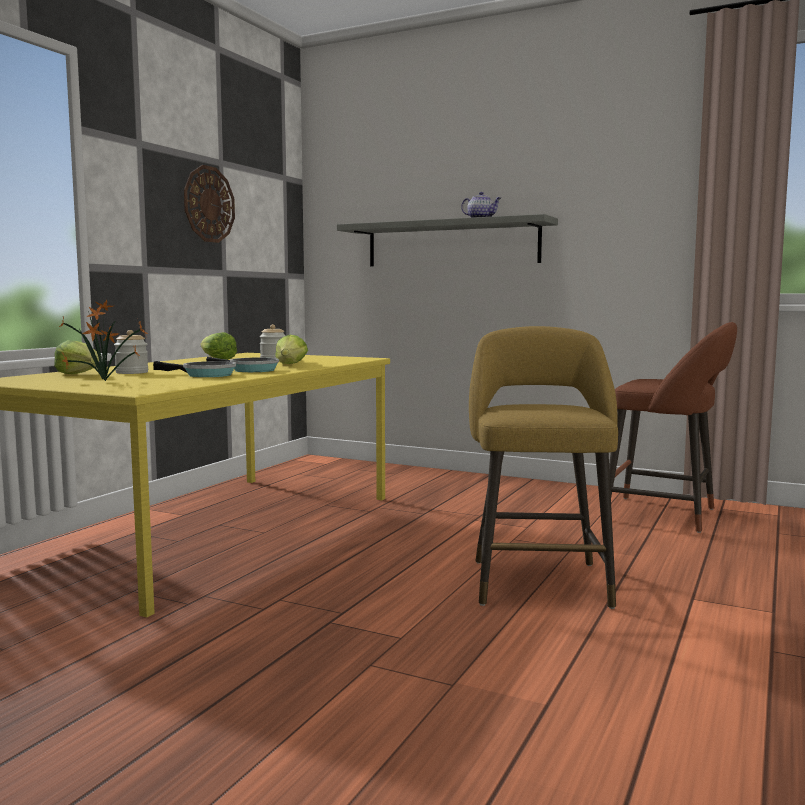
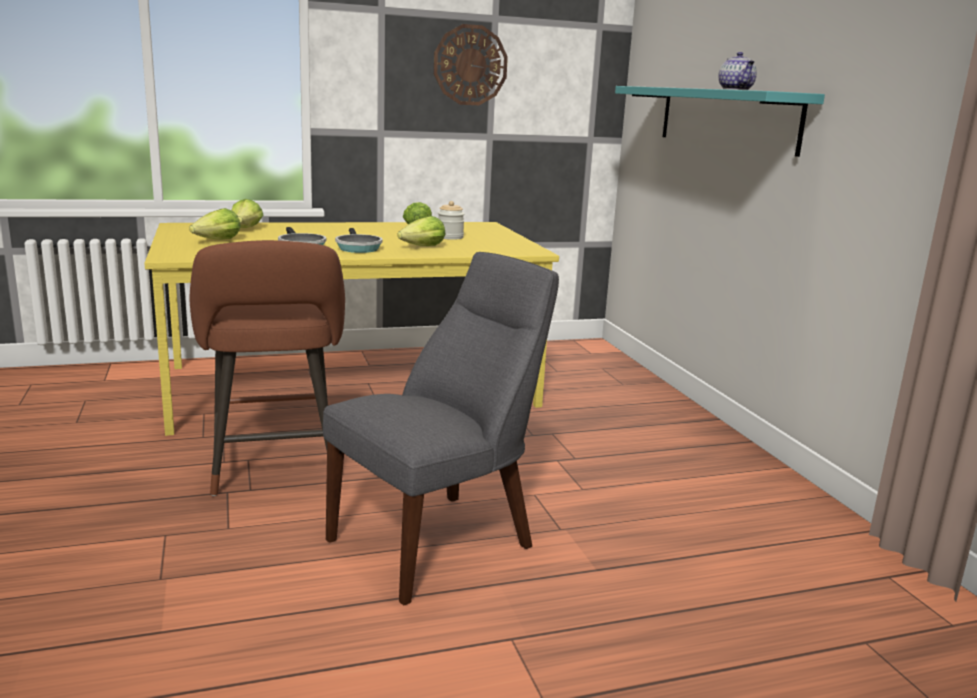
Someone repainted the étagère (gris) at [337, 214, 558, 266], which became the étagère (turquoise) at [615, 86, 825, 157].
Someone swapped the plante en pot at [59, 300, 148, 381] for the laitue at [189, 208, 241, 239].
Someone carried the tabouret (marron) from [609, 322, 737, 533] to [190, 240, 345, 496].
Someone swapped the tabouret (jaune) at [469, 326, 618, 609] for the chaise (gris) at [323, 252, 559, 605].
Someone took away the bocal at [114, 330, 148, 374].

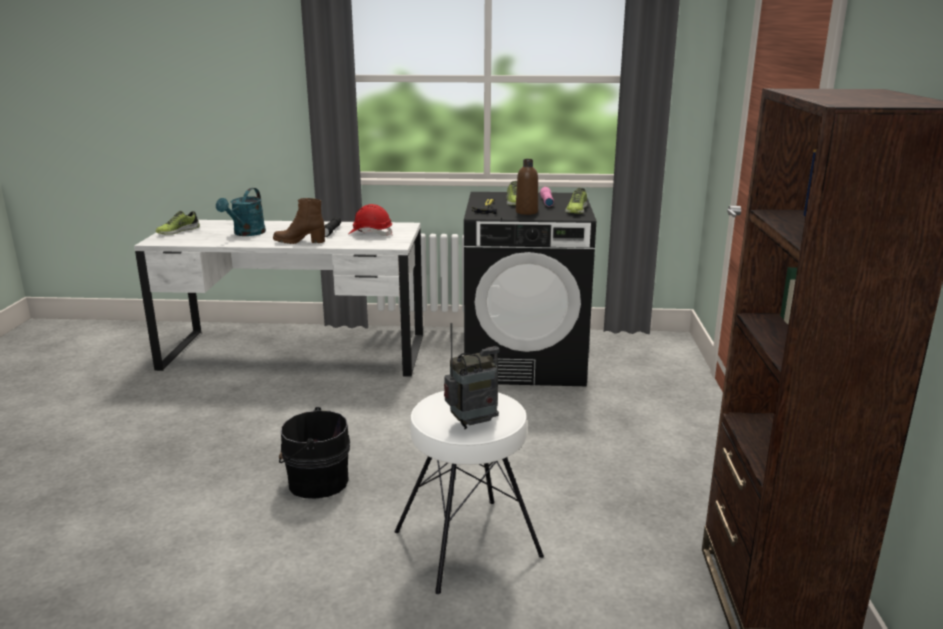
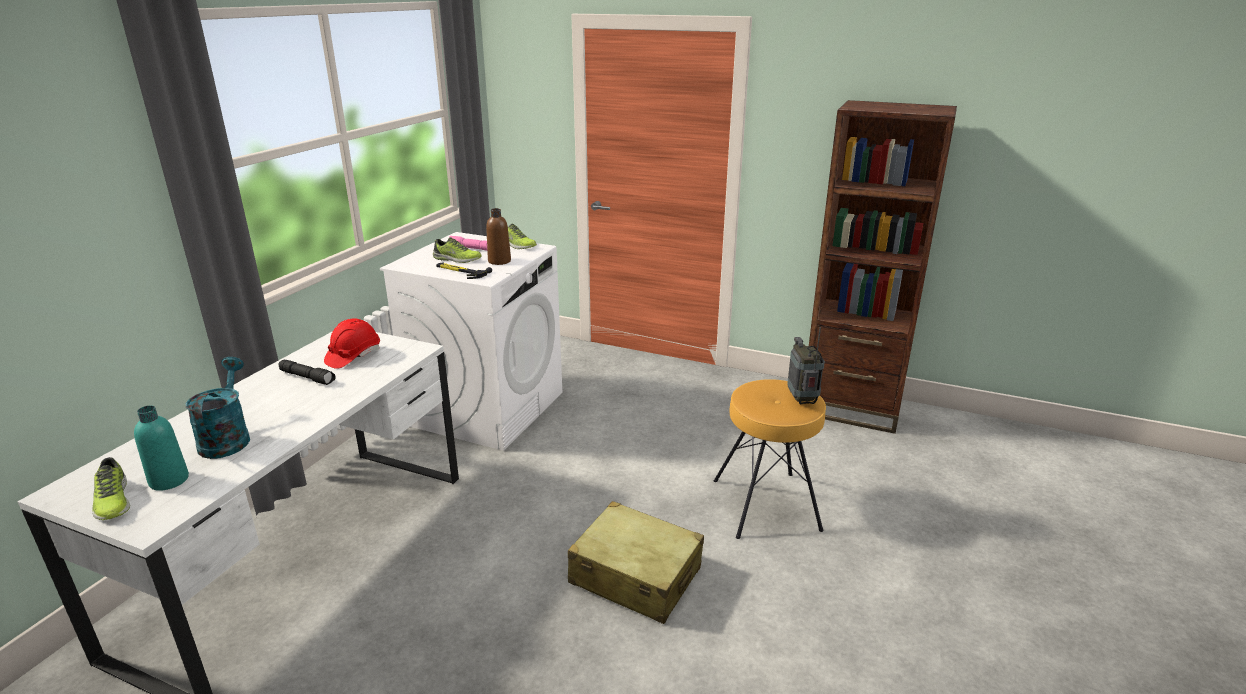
Someone rotated the arrosoir (turquoise) at [216, 188, 266, 236] by 135 degrees counterclockwise.
Someone repainted the lave-linge (noir) at [464, 192, 596, 386], which became the lave-linge (blanc) at [380, 232, 562, 451].
Someone took away the botte (marron) at [273, 198, 325, 244].
Someone repainted the tabouret (blanc) at [394, 391, 544, 594], which became the tabouret (marron) at [714, 379, 826, 539].
Someone swapped the seau (noir) at [279, 407, 350, 499] for the valise (beige) at [568, 501, 704, 624].
Someone put down the bouteille (turquoise) at [134, 405, 189, 491].

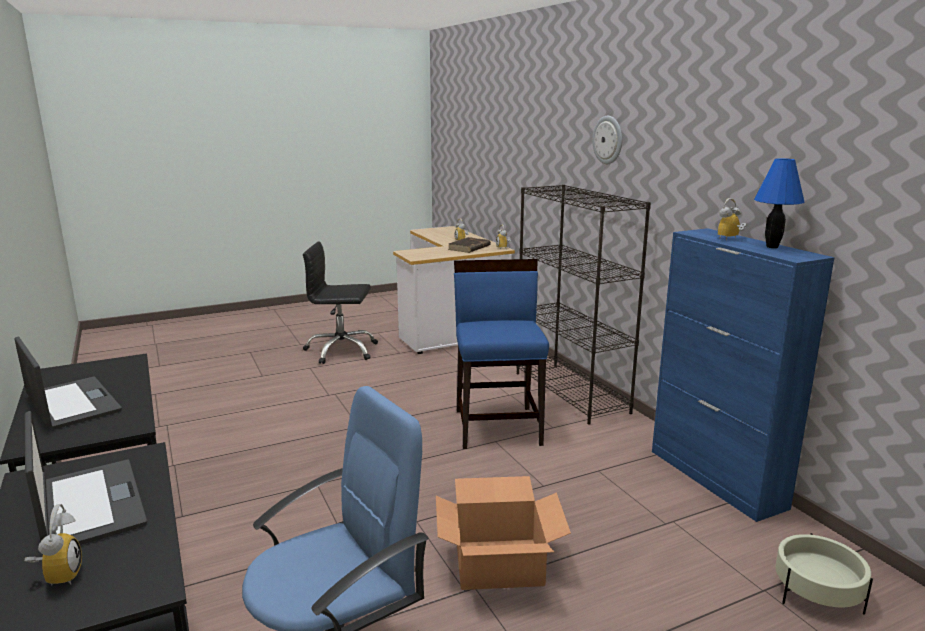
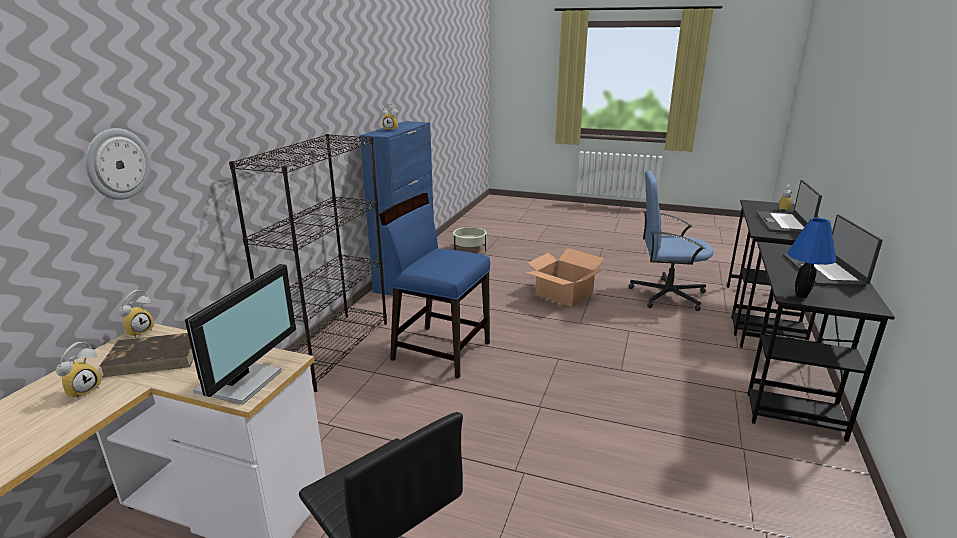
Someone carried the horloge murale from [592, 116, 622, 164] to [85, 128, 151, 200].
Someone carried the lampe de table (bleu) from [754, 158, 804, 248] to [787, 218, 836, 298].
Someone rotated the chaise (bleu) at [454, 259, 549, 449] by 75 degrees clockwise.
Someone put down the écran d'ordinateur at [185, 264, 296, 404].

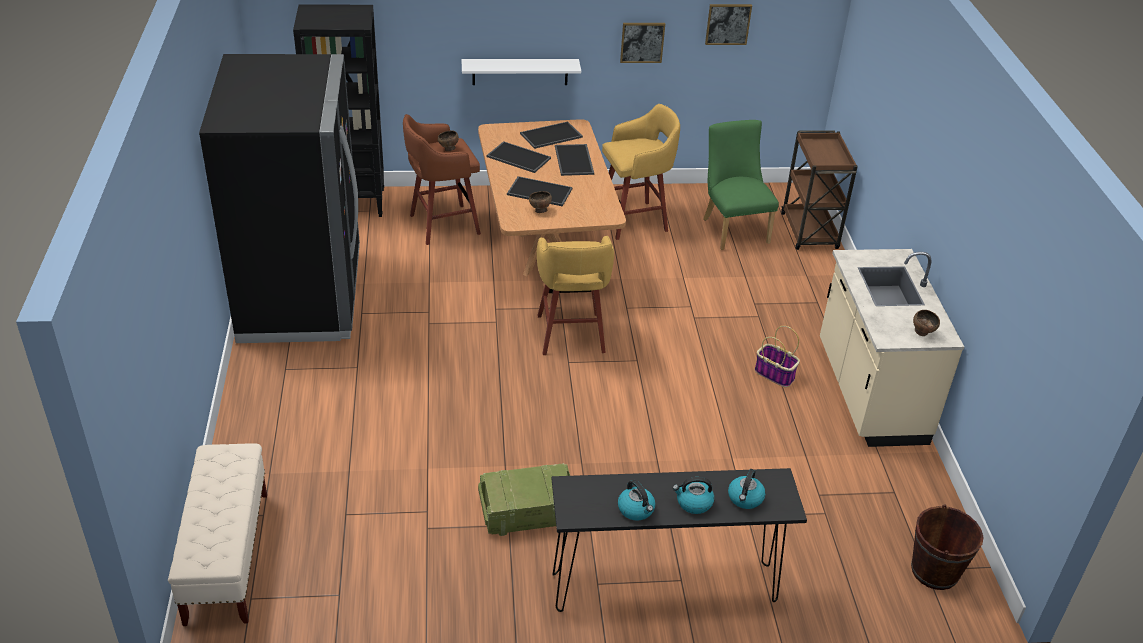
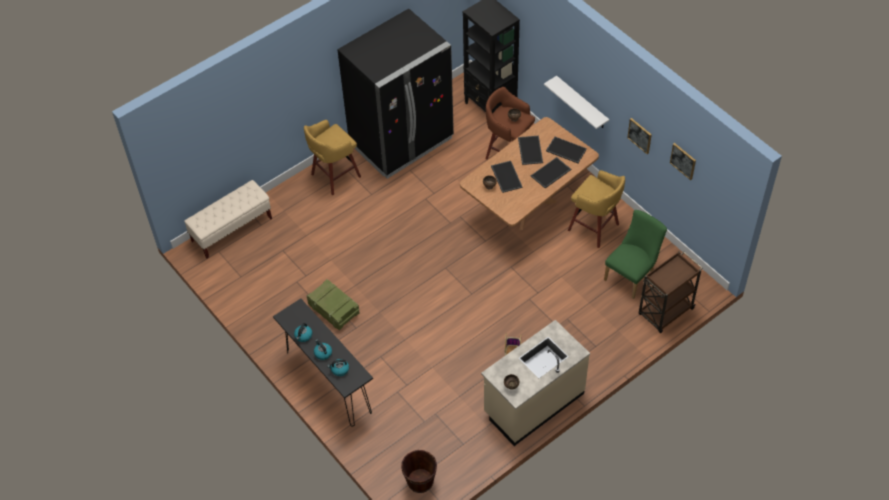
Someone carried the tabouret (jaune) from [537, 236, 614, 355] to [304, 120, 361, 195].

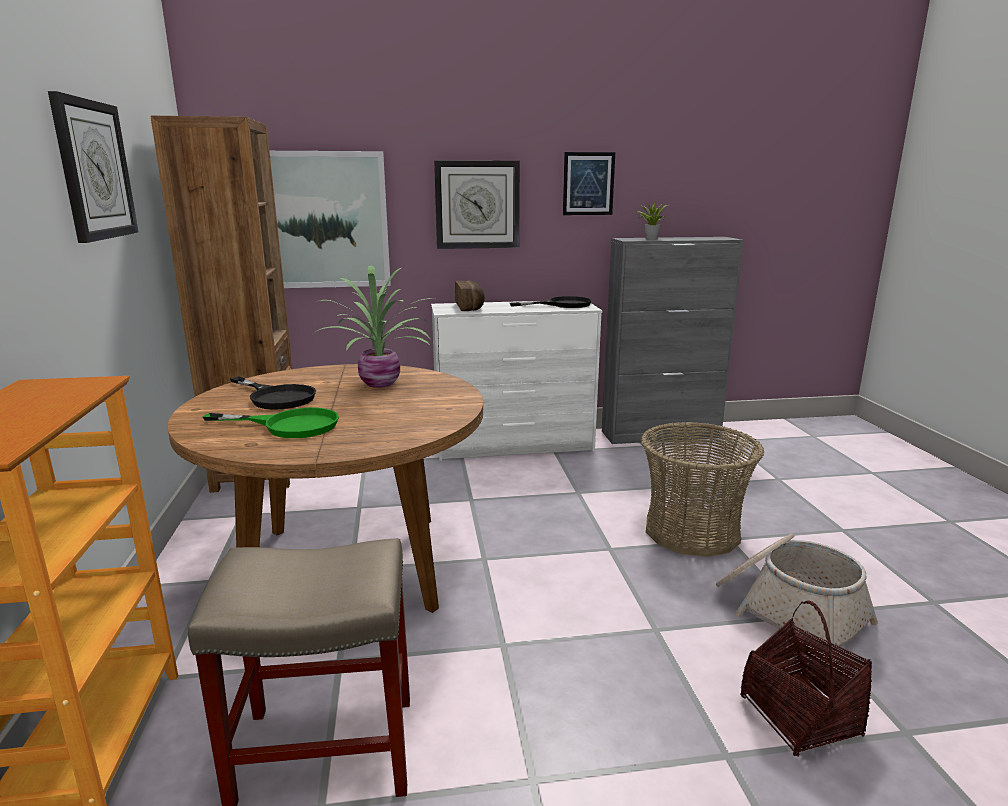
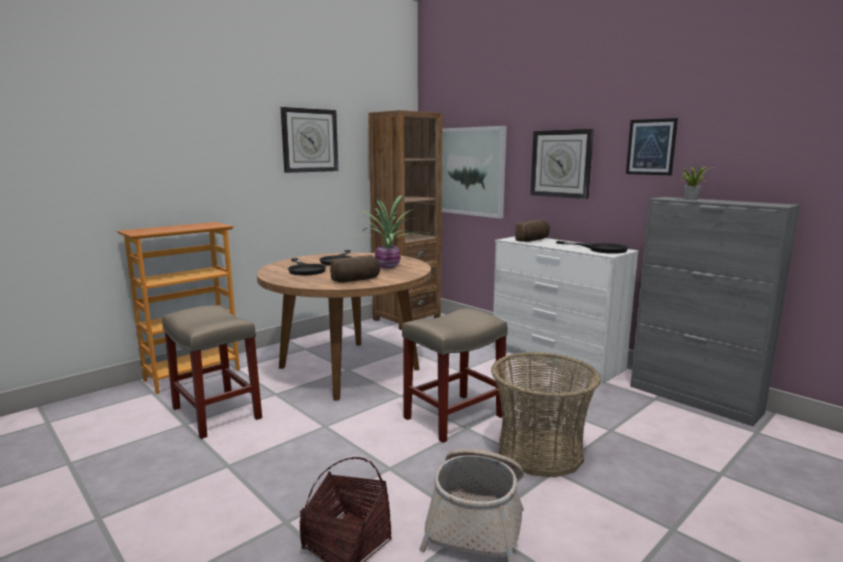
Someone repainted the poêle (vert) at [203, 408, 339, 438], which became the poêle (noir) at [288, 258, 326, 275].
Someone put down the pain at [330, 255, 380, 283].
Someone put down the tabouret (beige) at [402, 308, 508, 443].

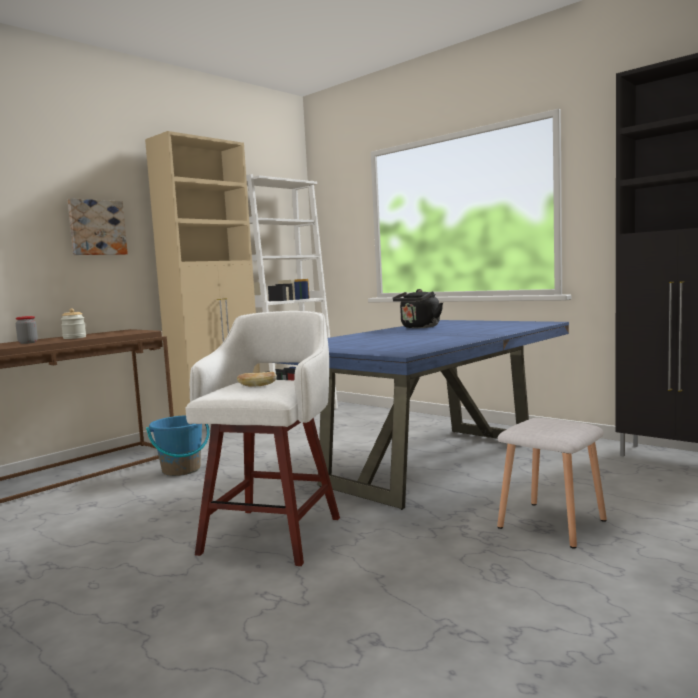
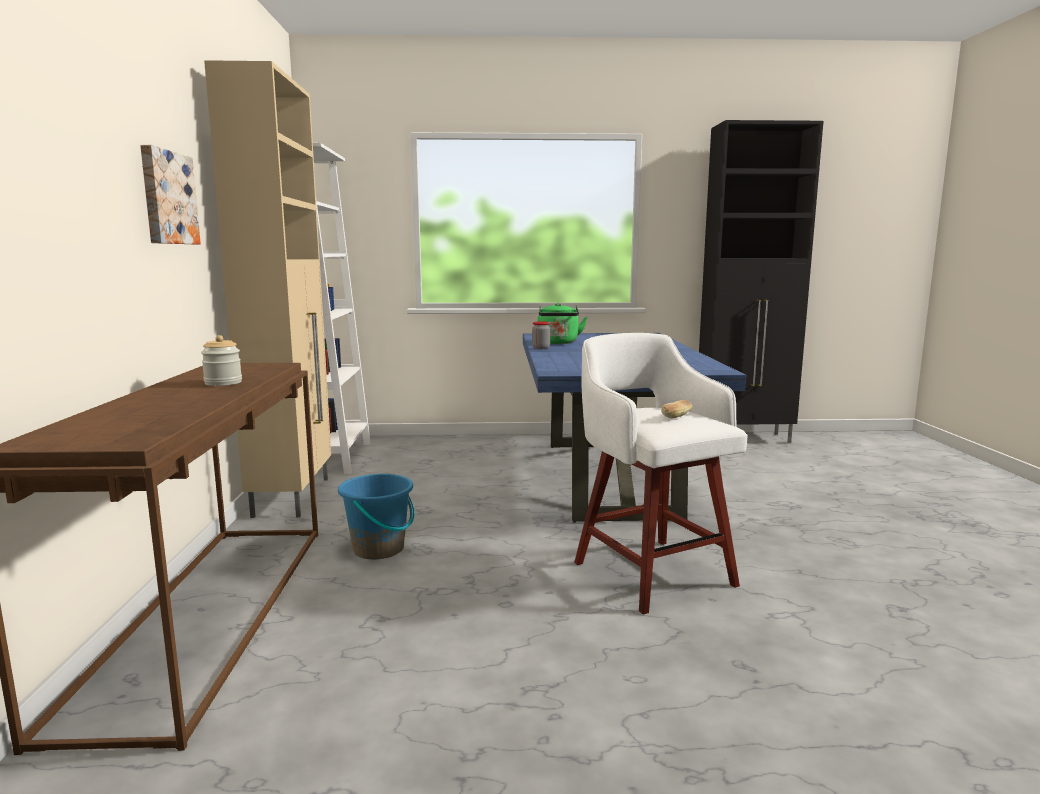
Someone repainted the bouilloire (noir) at [393, 289, 443, 328], which became the bouilloire (vert) at [538, 303, 587, 344].
Someone carried the bocal from [16, 316, 38, 344] to [532, 321, 550, 349].
Someone took away the tabouret (blanc) at [497, 418, 607, 549].

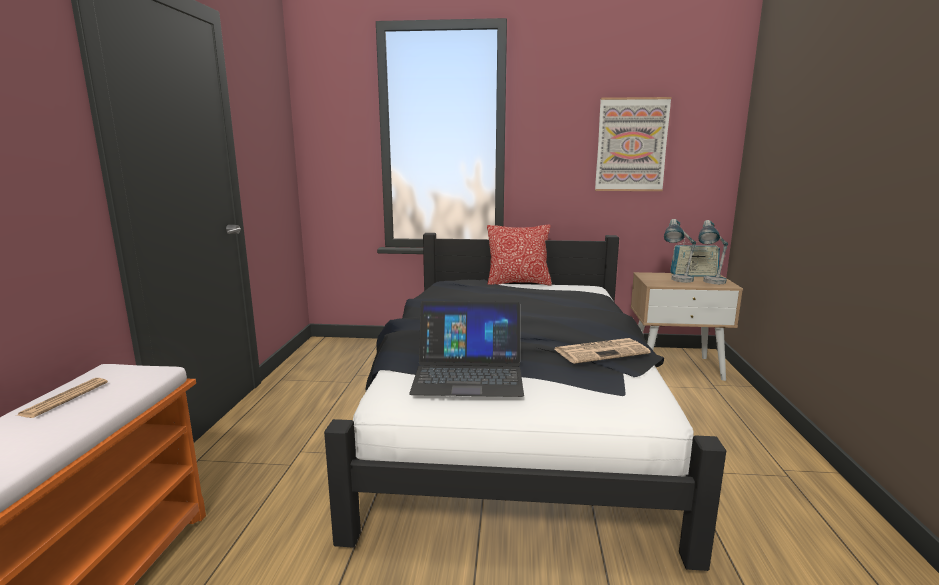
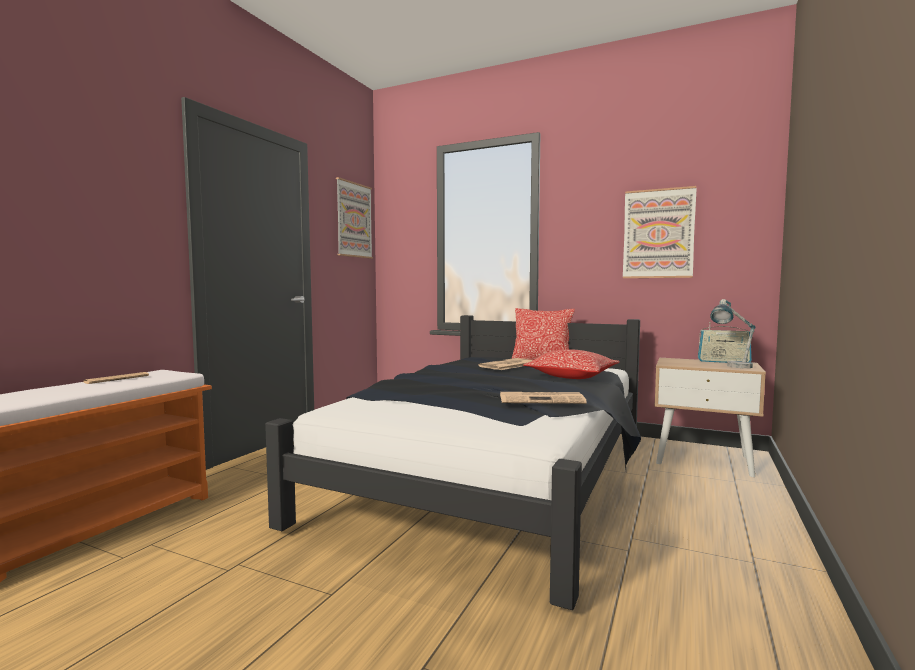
Someone took away the lampe de table at [664, 219, 696, 283].
Someone took away the ordinateur portable at [409, 301, 524, 397].
Someone put up the tableau at [336, 177, 373, 259].
Someone put down the coussin at [523, 349, 620, 379].
Someone put down the journal at [478, 358, 533, 370].

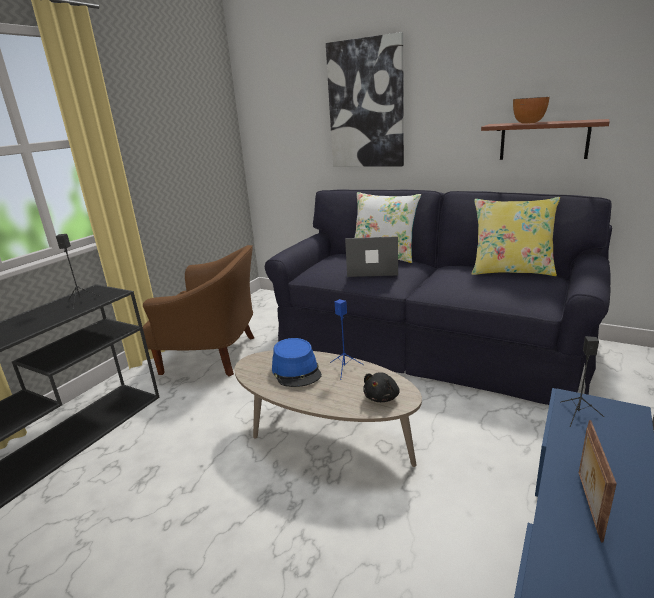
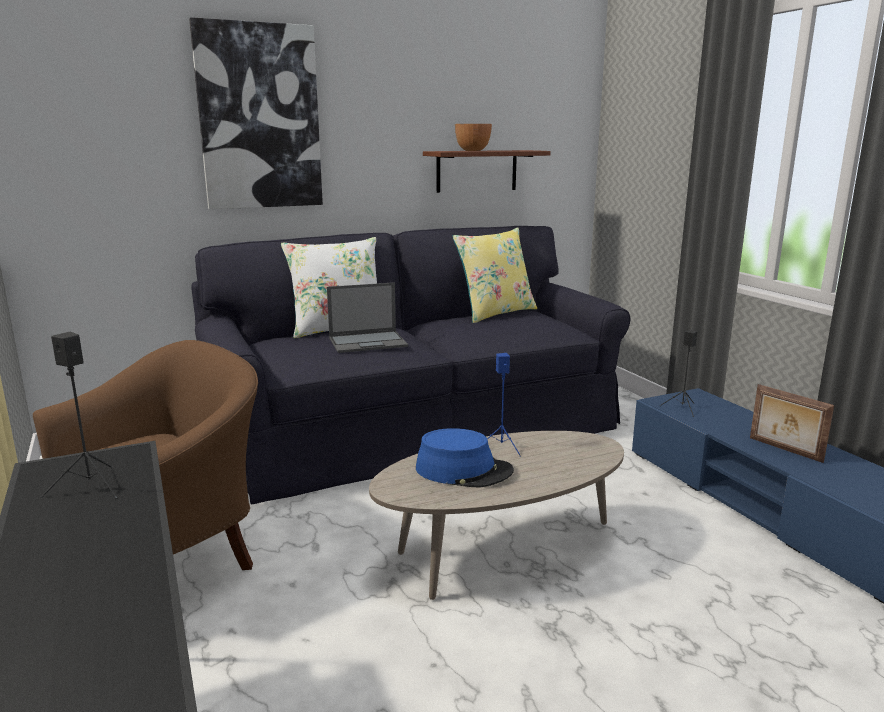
Someone rotated the ordinateur portable at [345, 236, 398, 277] by 150 degrees counterclockwise.
Someone took away the peluche (noir) at [363, 372, 400, 402].

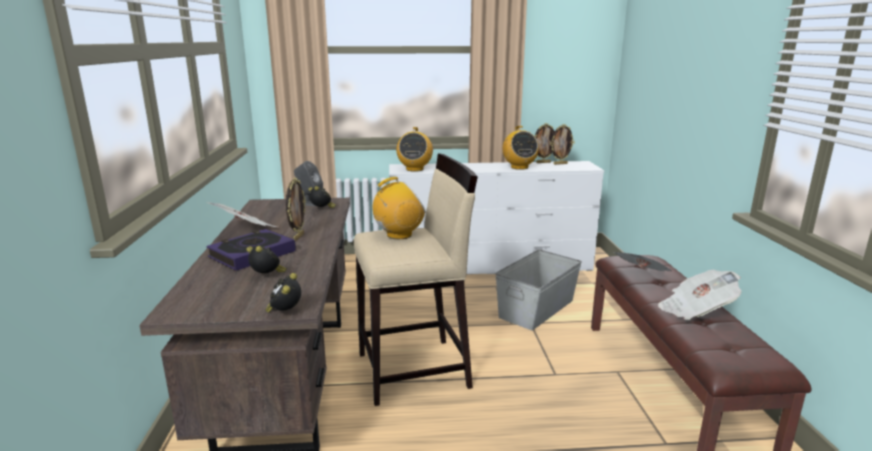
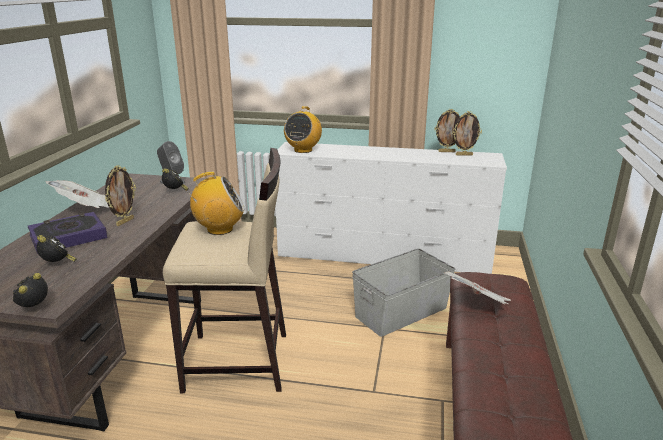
Someone took away the radio at [502, 126, 539, 170].
Someone took away the journal at [658, 270, 742, 320].

